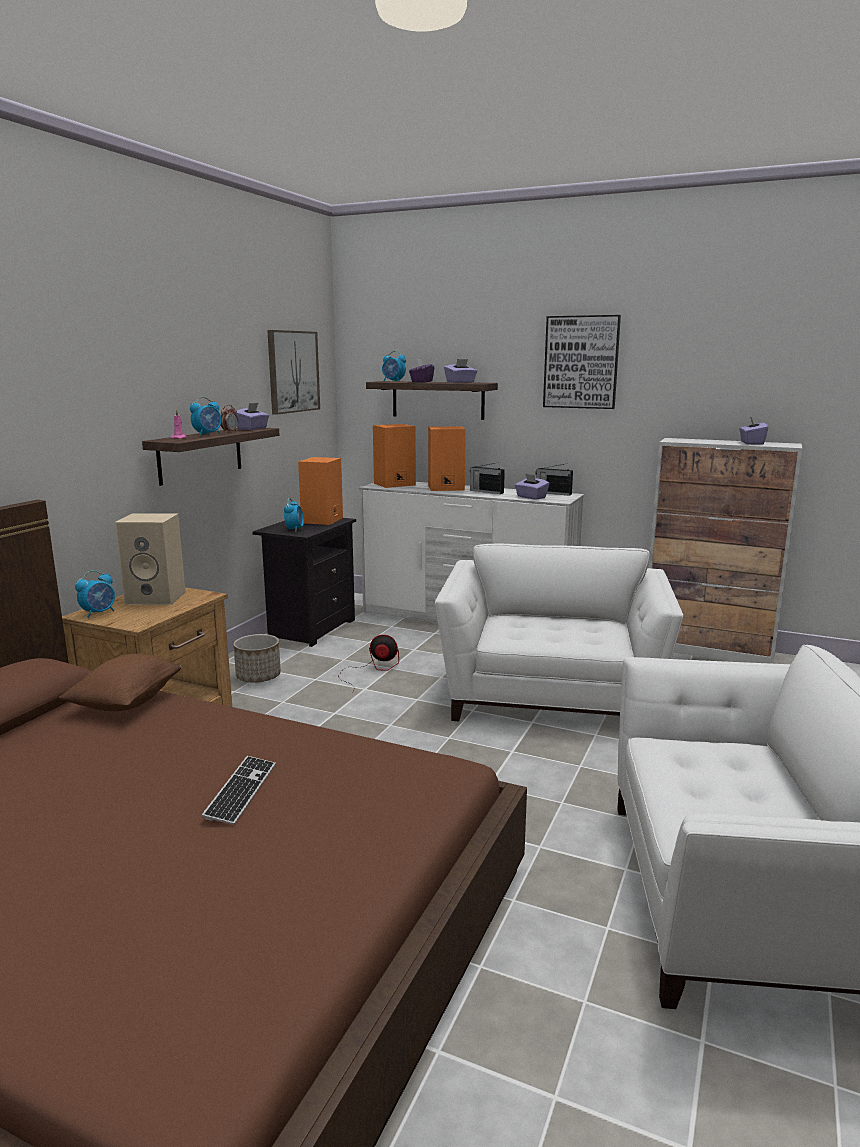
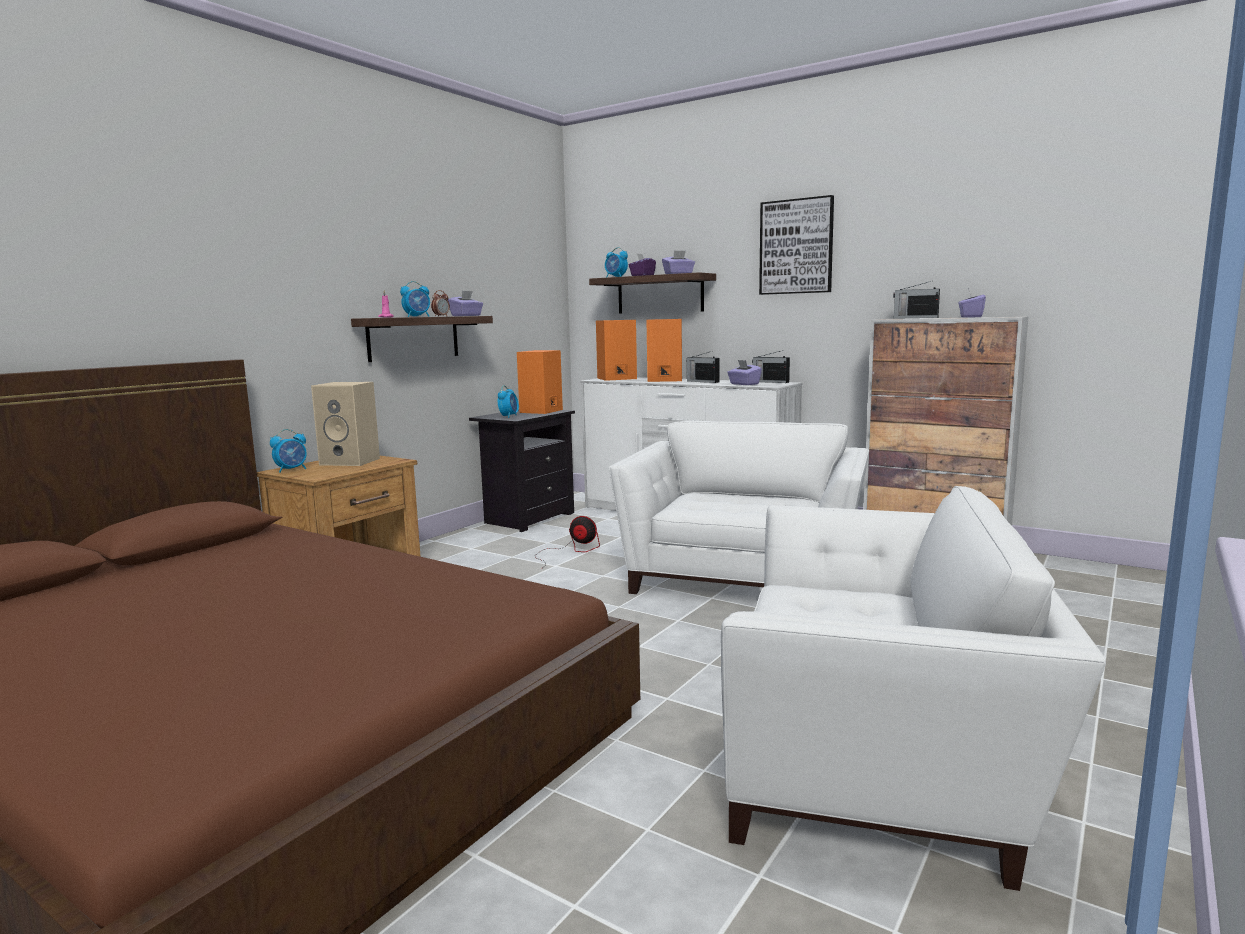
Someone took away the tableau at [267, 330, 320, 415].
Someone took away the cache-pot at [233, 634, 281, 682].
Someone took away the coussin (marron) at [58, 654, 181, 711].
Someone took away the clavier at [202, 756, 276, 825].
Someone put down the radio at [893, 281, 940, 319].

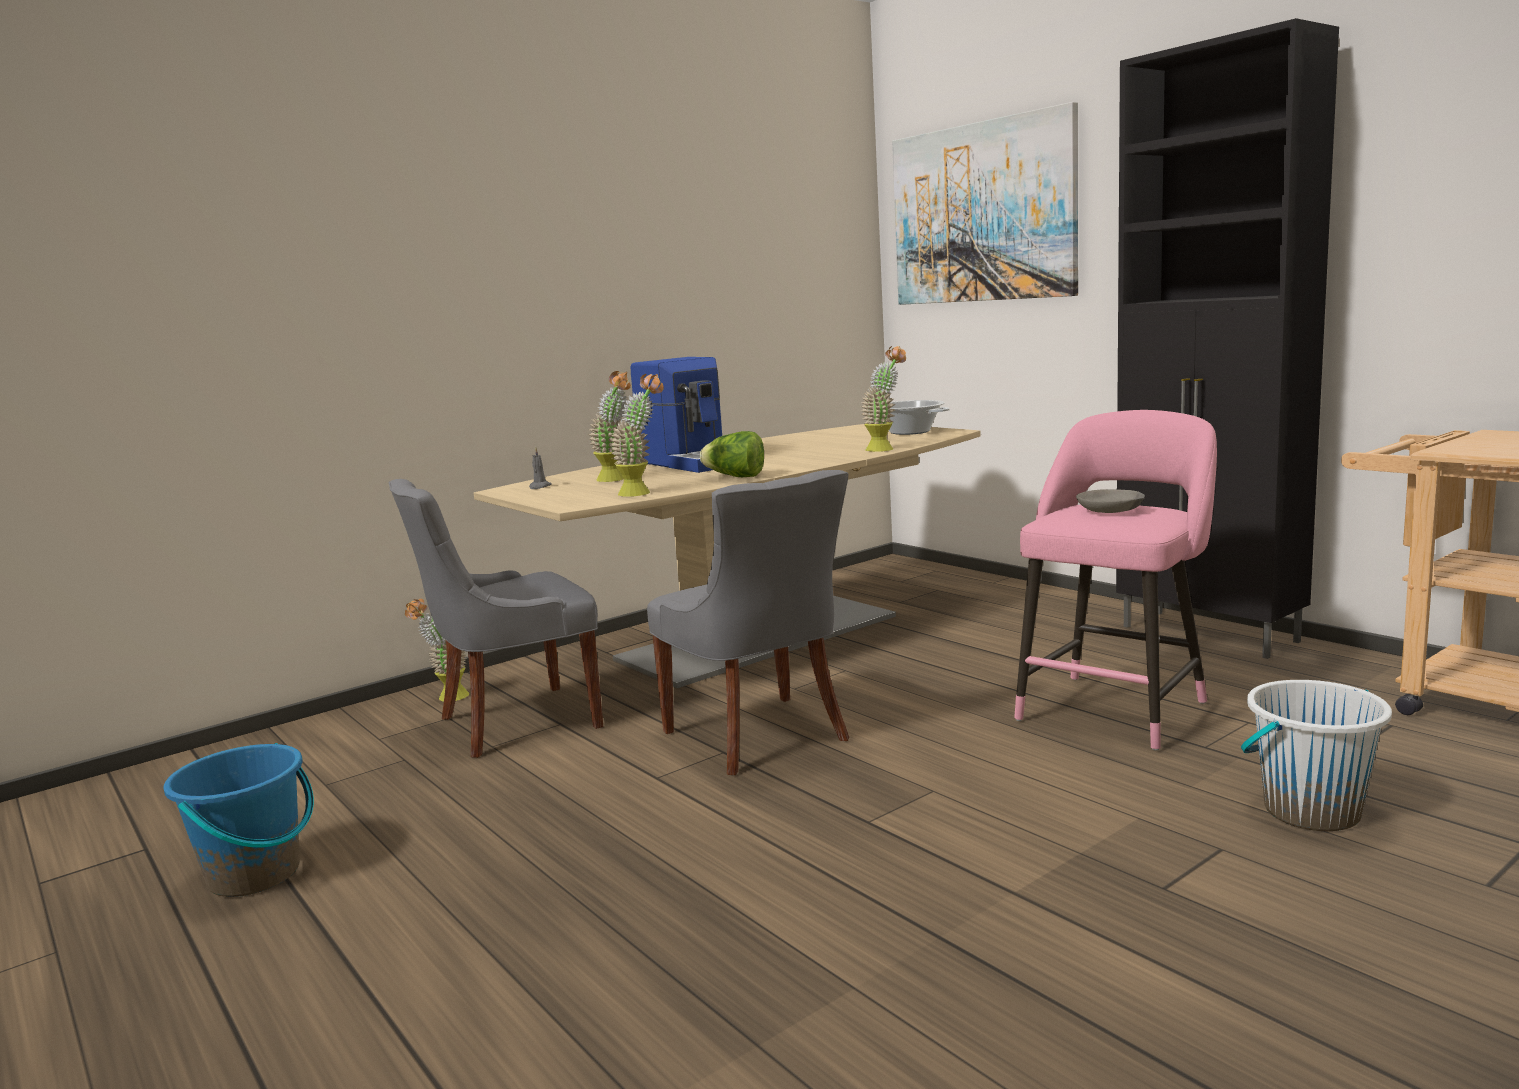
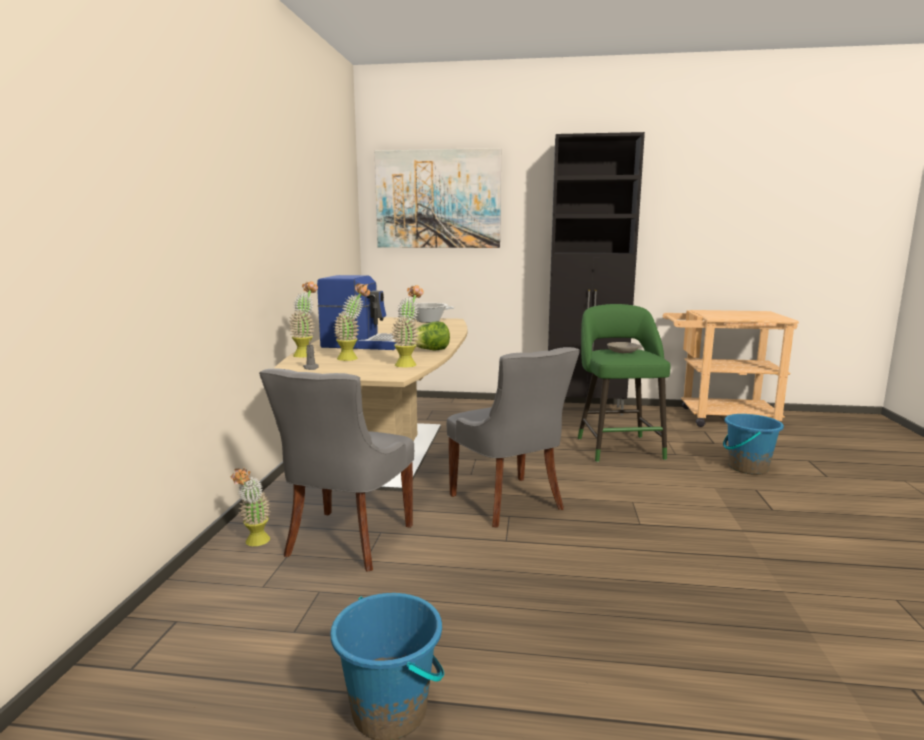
Someone carried the plante en pot from [861, 346, 906, 452] to [289, 281, 318, 358].
Someone repainted the tabouret (rose) at [1014, 410, 1217, 751], which became the tabouret (vert) at [578, 304, 670, 462].
Someone rotated the chaise (gris) at [647, 470, 850, 775] by 45 degrees clockwise.
Someone repainted the seau (blanc) at [1241, 680, 1392, 831], which became the seau (bleu) at [723, 414, 784, 475].

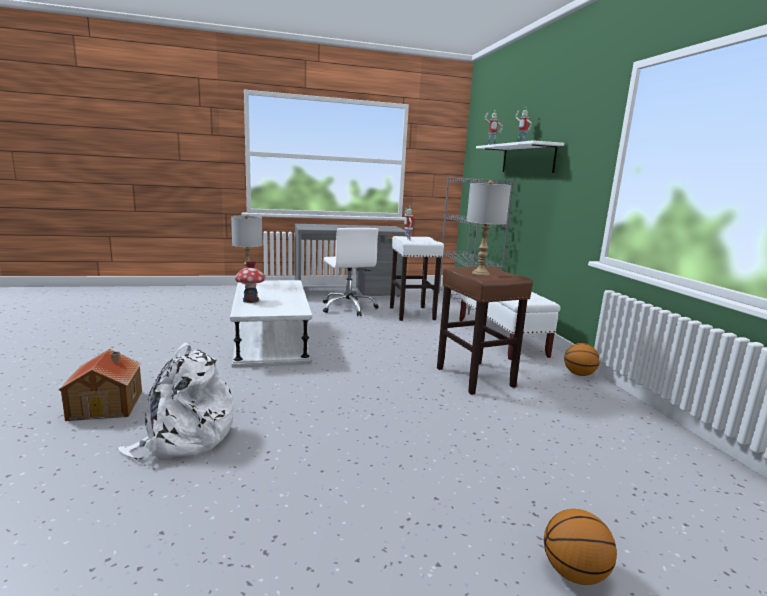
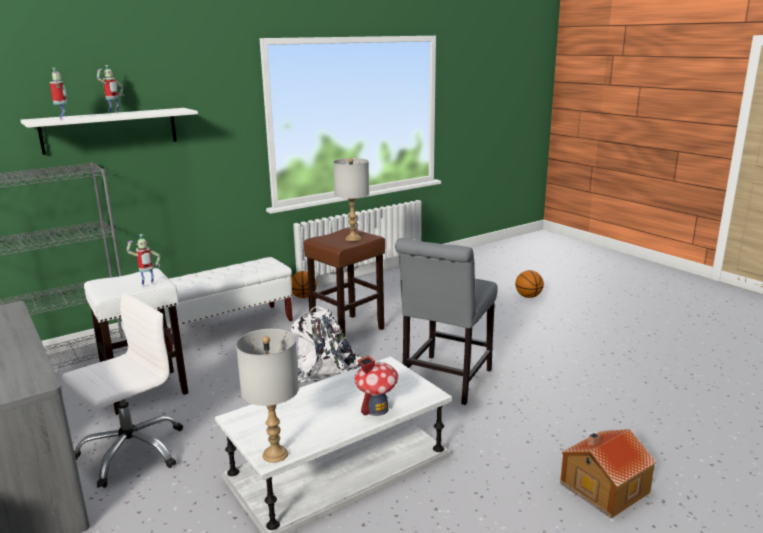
Someone carried the sac à dos (blanc) from [117, 342, 234, 463] to [291, 306, 362, 382].
Someone put down the chaise (gris) at [395, 238, 498, 405].

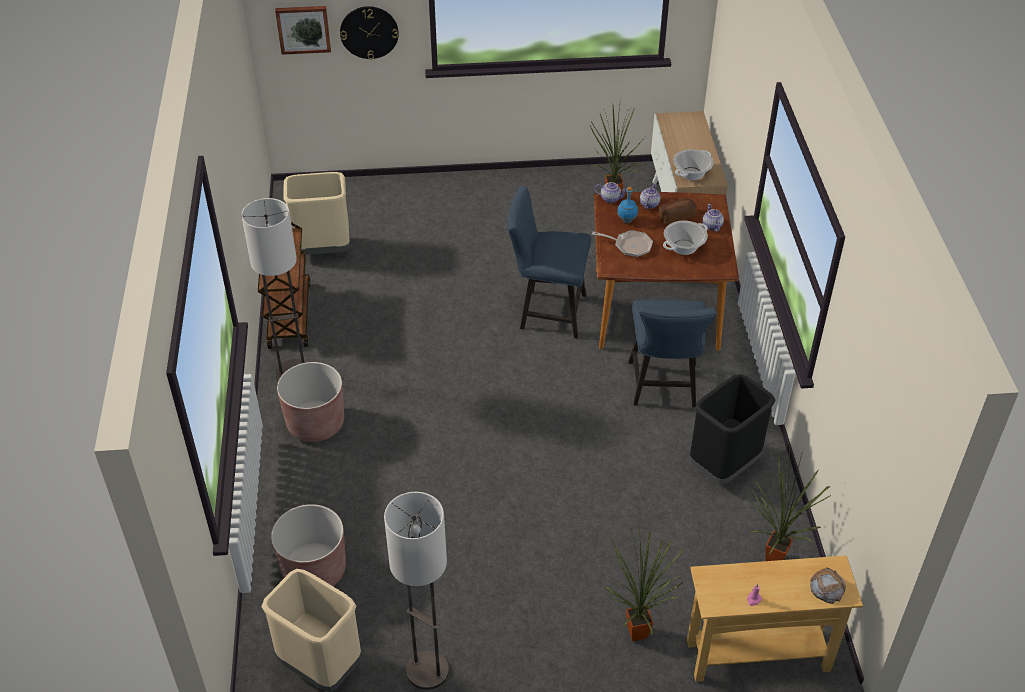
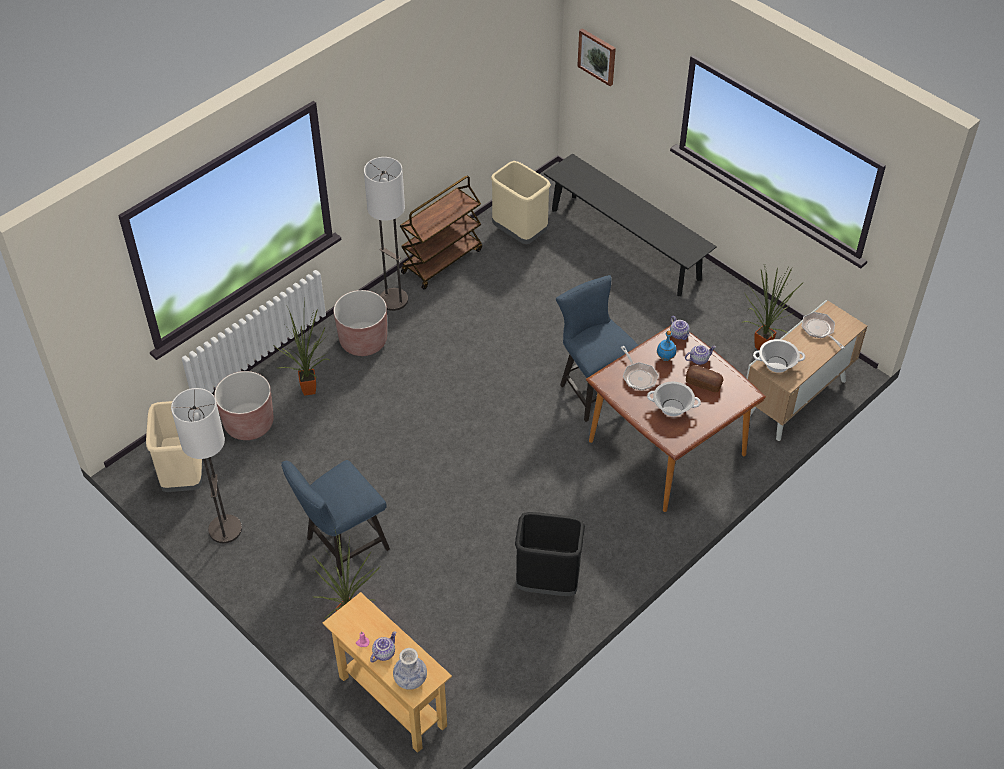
Someone took away the horloge murale at [340, 6, 399, 60].
Someone carried the théière from [703, 204, 724, 232] to [370, 631, 397, 663].
Someone carried the chaise (bleu) from [628, 300, 717, 407] to [281, 460, 390, 577].
Someone carried the plante en pot from [749, 446, 831, 561] to [273, 296, 329, 396].
Someone swapped the pain at [810, 567, 846, 604] for the vase at [393, 648, 427, 690].
Someone put down the banc (noir) at [544, 154, 717, 296].
Someone put down the poêle at [802, 312, 845, 349].

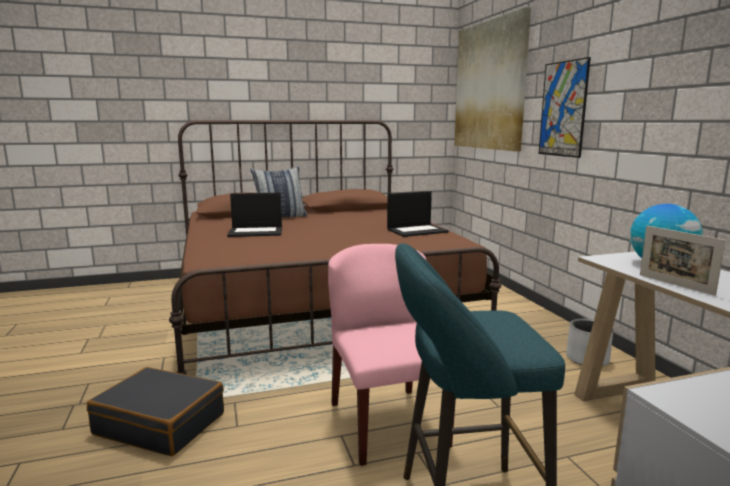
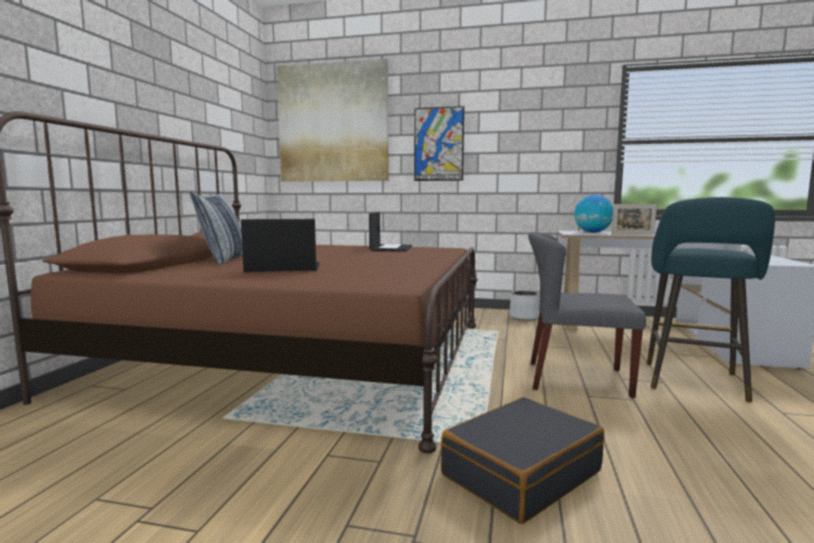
Someone rotated the ordinateur portable at [227, 193, 282, 237] by 120 degrees counterclockwise.
Someone repainted the chaise (rose) at [328, 244, 456, 466], which became the chaise (gris) at [528, 232, 646, 398].

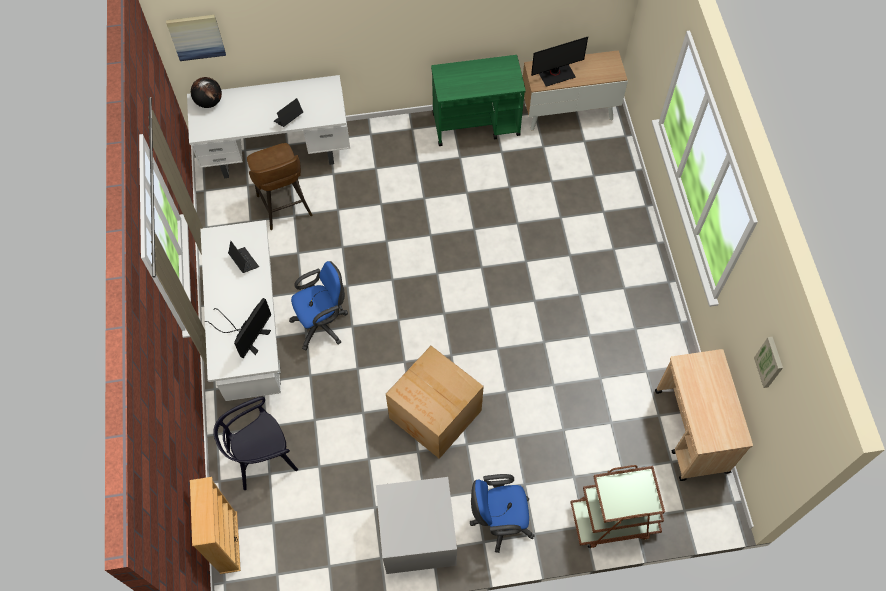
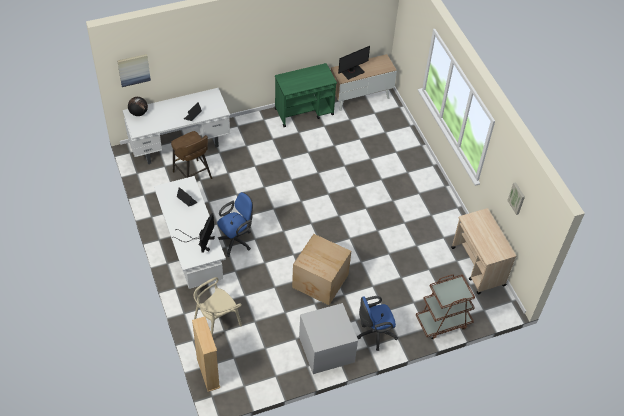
Someone repainted the chaise (noir) at [213, 397, 298, 490], which became the chaise (beige) at [194, 277, 242, 337].

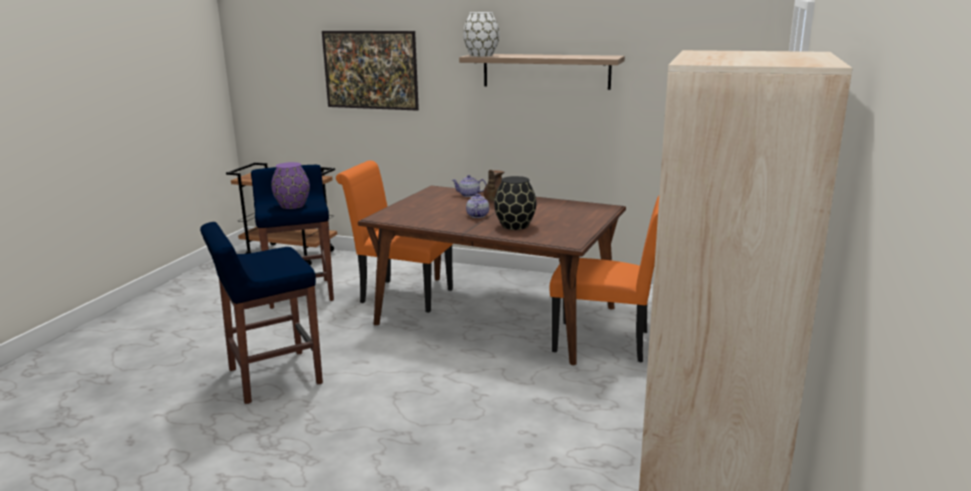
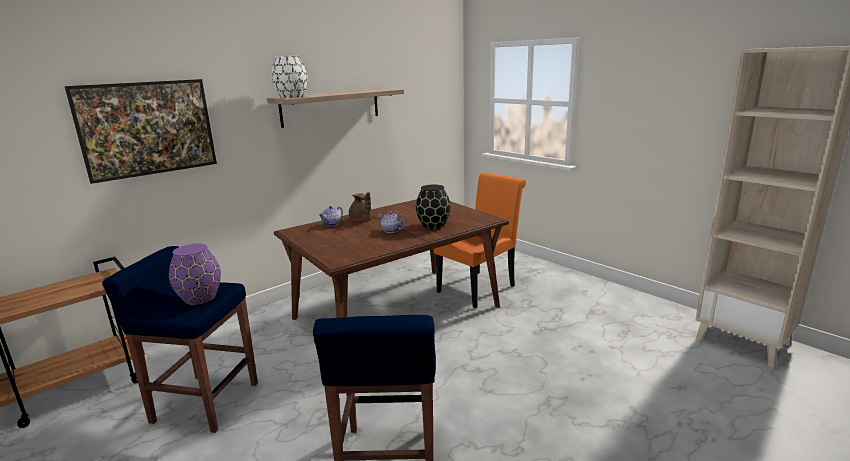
Someone took away the chaise (orange) at [336, 160, 453, 313].

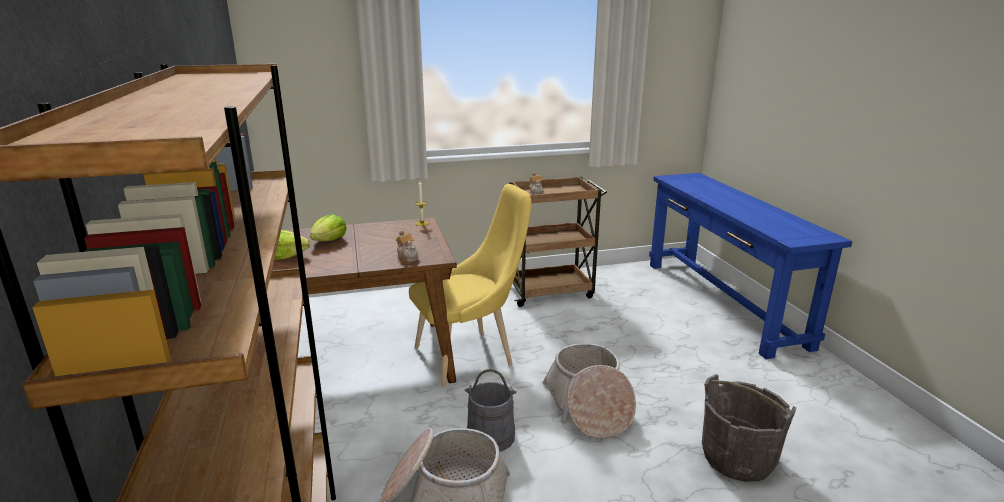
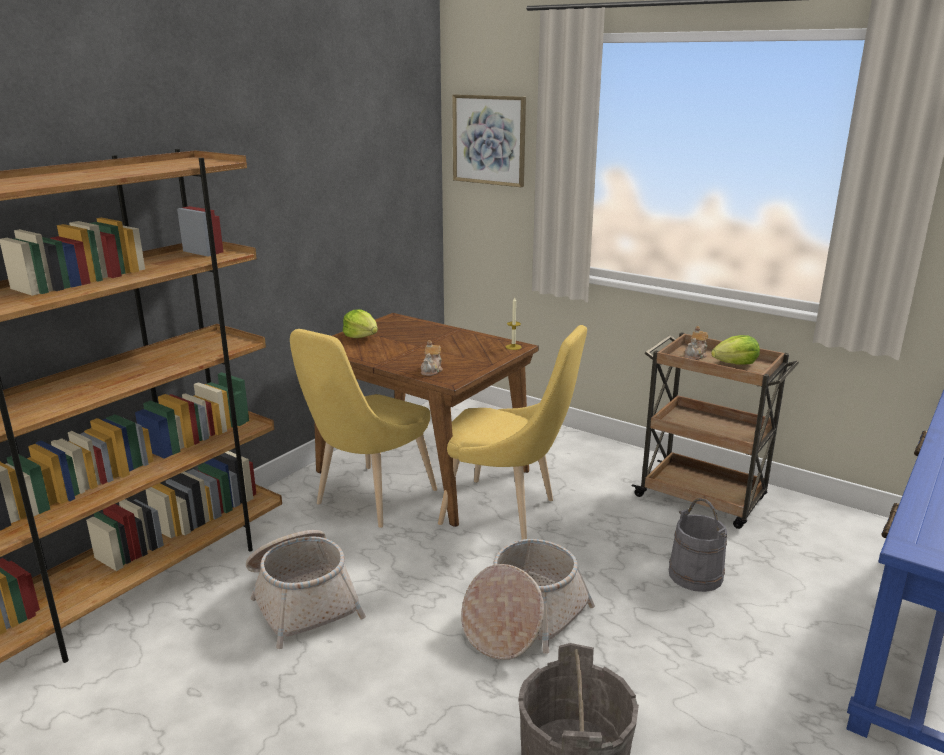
Someone carried the laitue from [310, 214, 346, 241] to [711, 335, 760, 365].
Someone carried the seau (gris) from [465, 369, 517, 452] to [669, 498, 727, 592].
Someone put up the tableau at [452, 94, 526, 187].
Someone put down the chaise (jaune) at [290, 329, 437, 528].

